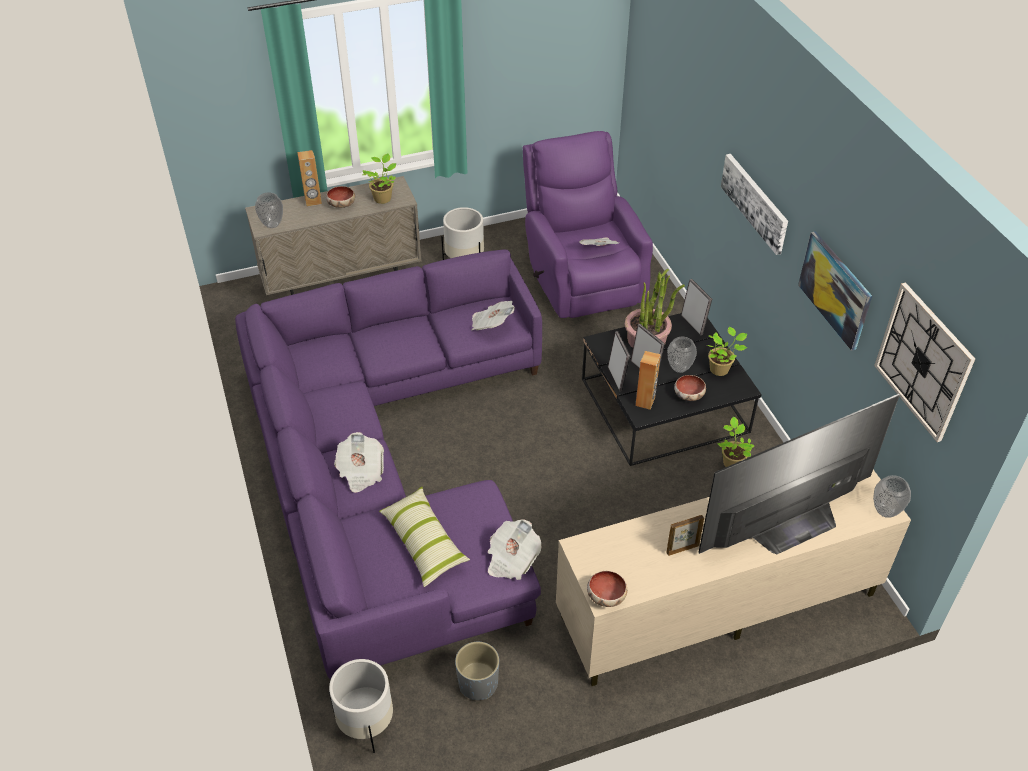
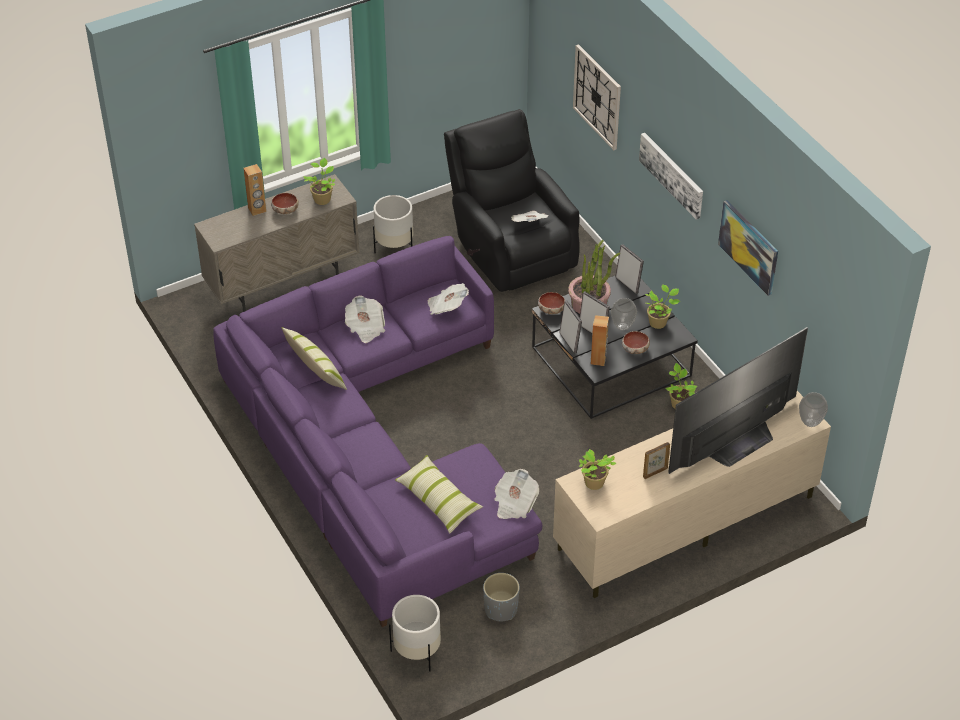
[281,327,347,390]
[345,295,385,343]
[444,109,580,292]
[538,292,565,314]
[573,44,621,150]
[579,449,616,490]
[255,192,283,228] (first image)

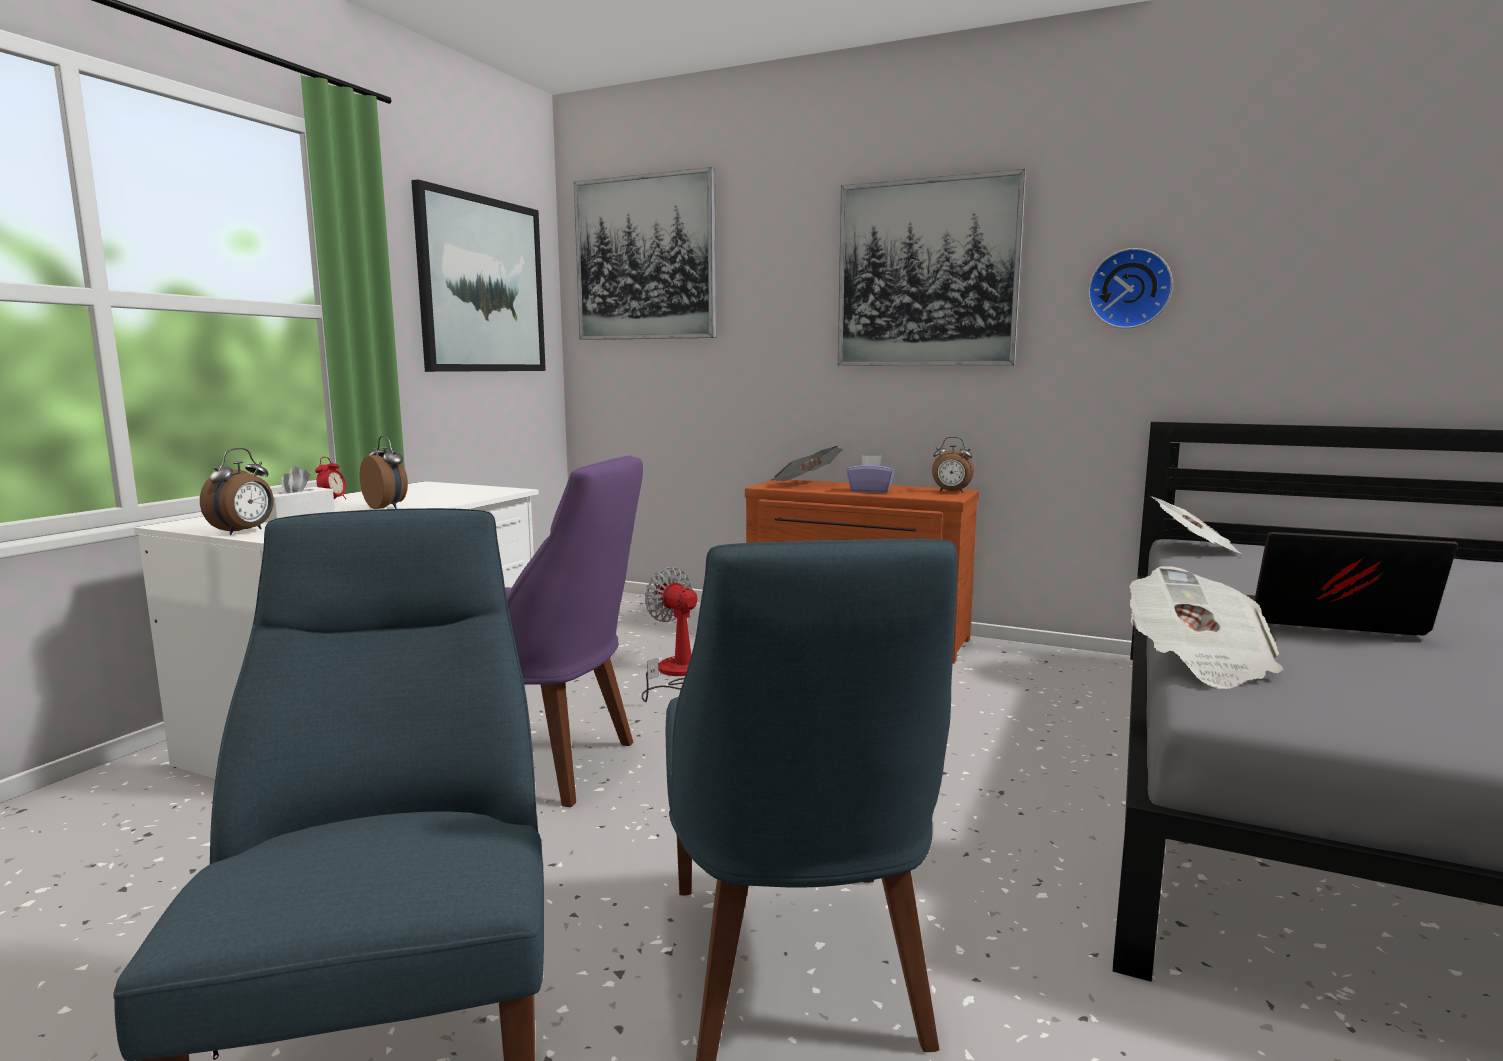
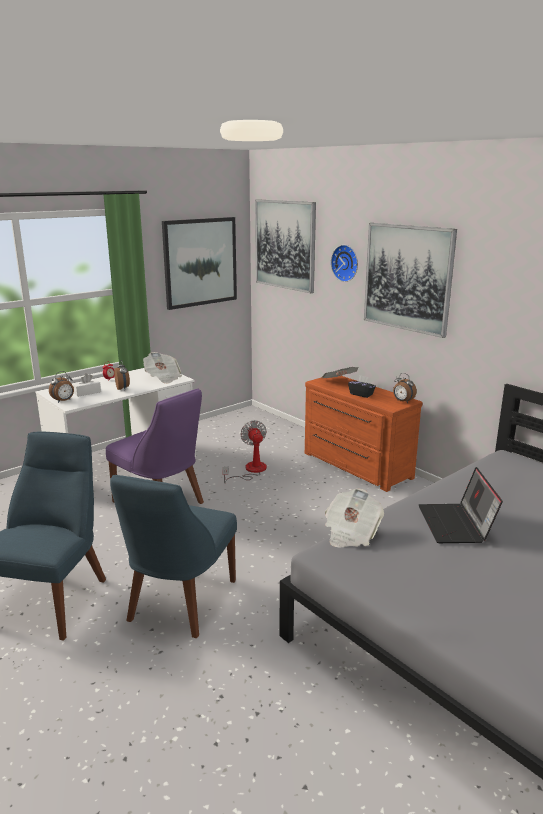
[143,352,182,384]
[331,245,358,282]
[348,375,376,398]
[419,467,503,543]

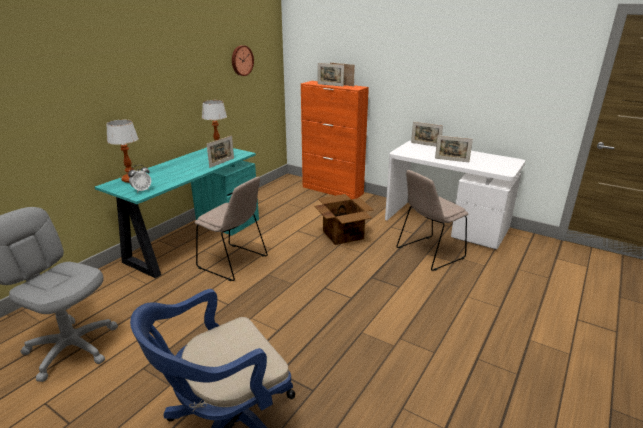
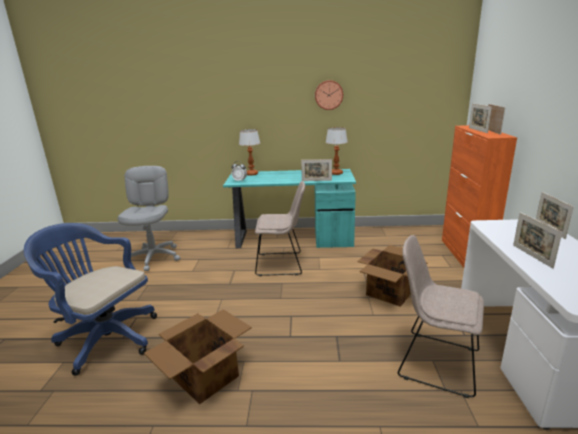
[144,309,252,405]
[255,181,305,276]
[315,80,343,110]

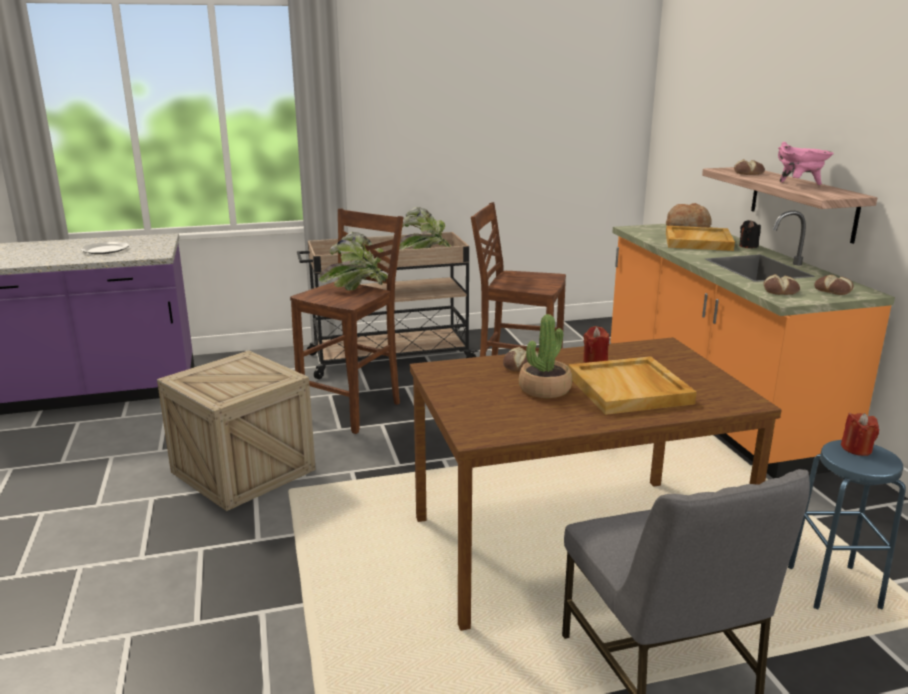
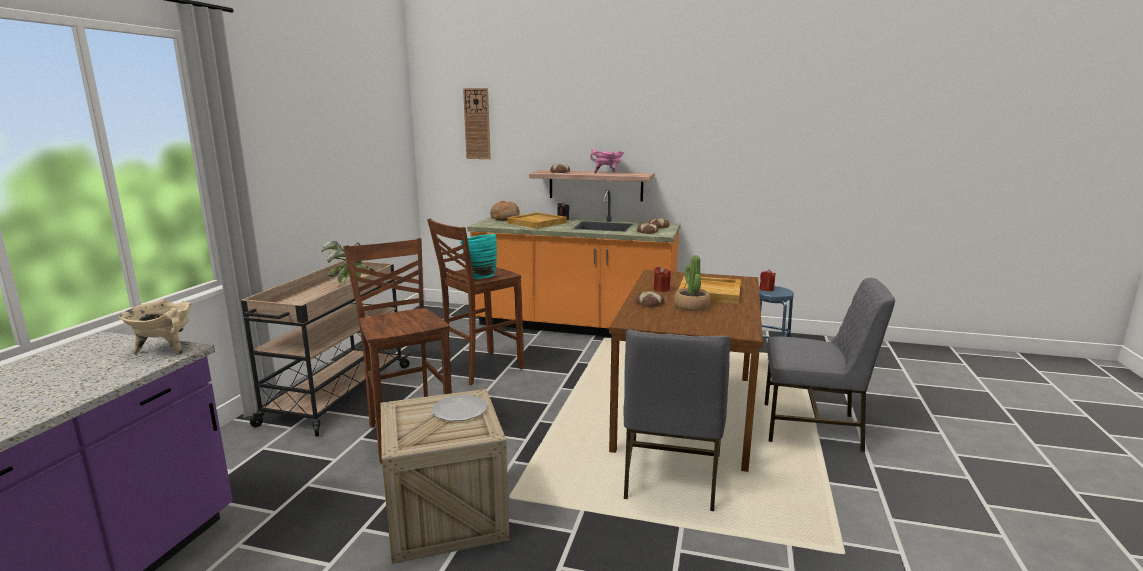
[119,299,192,355]
[431,395,488,421]
[460,234,497,279]
[463,88,491,159]
[623,330,730,511]
[318,232,388,291] (first image)

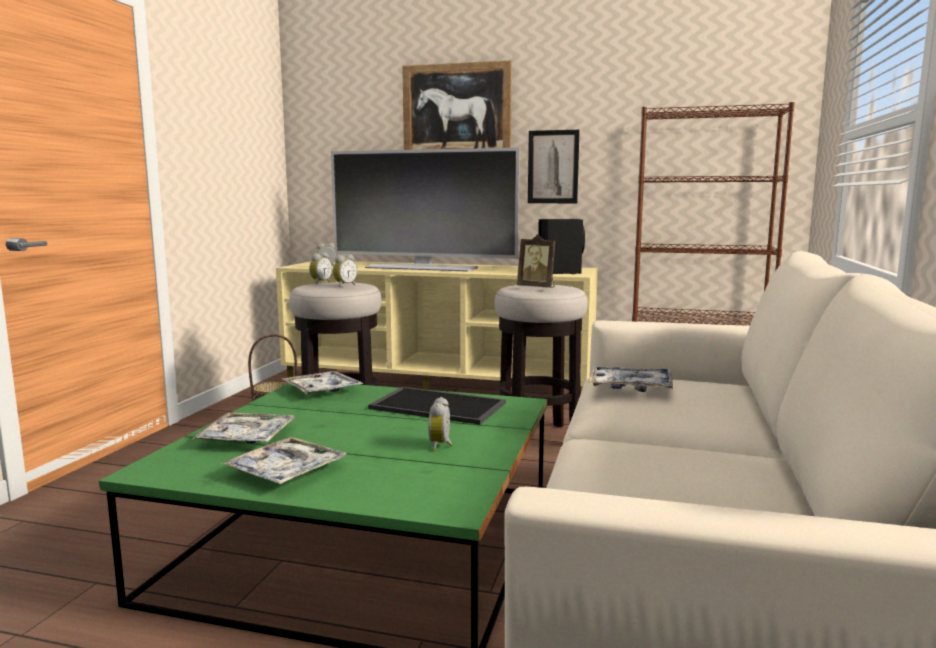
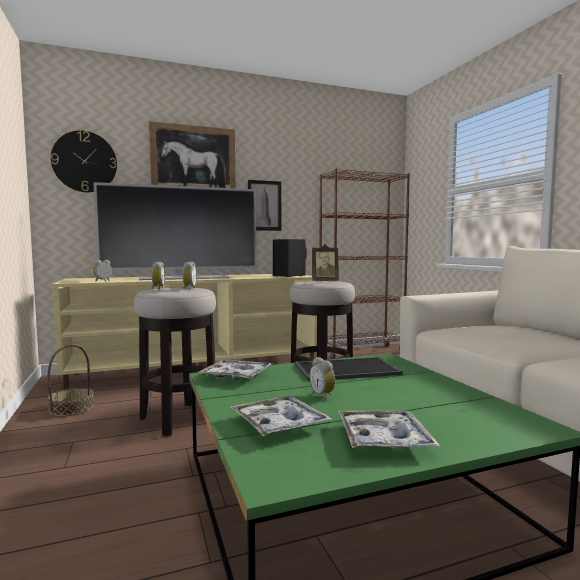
[51,130,117,192]
[309,357,335,400]
[588,366,673,392] (first image)

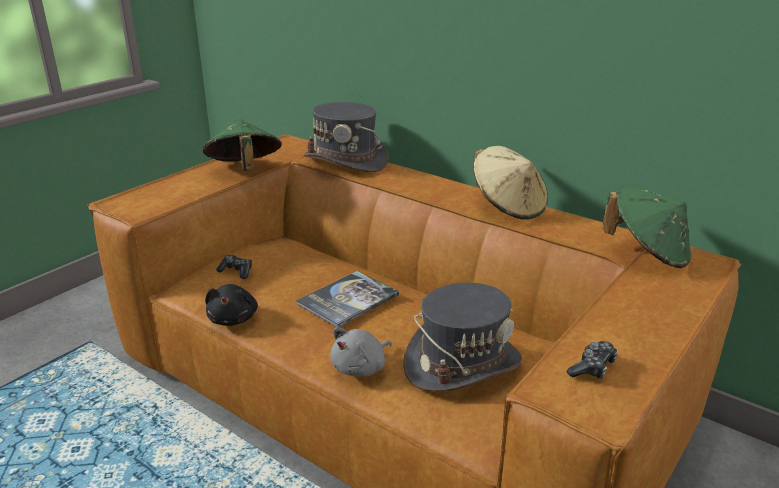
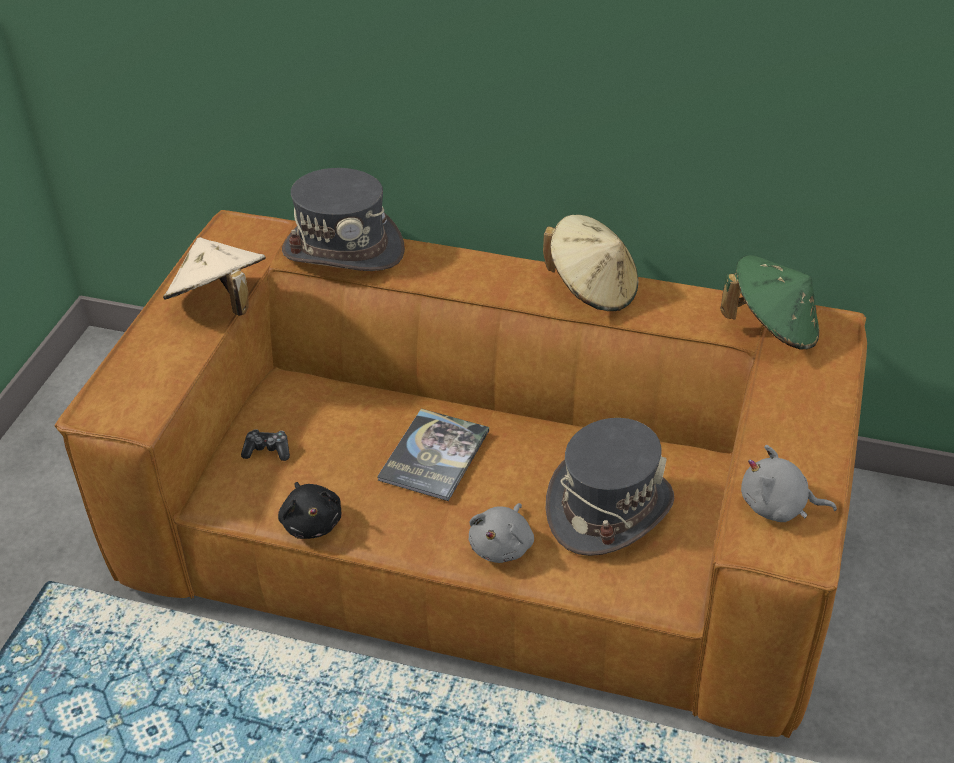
[163,237,266,316]
[741,445,837,522]

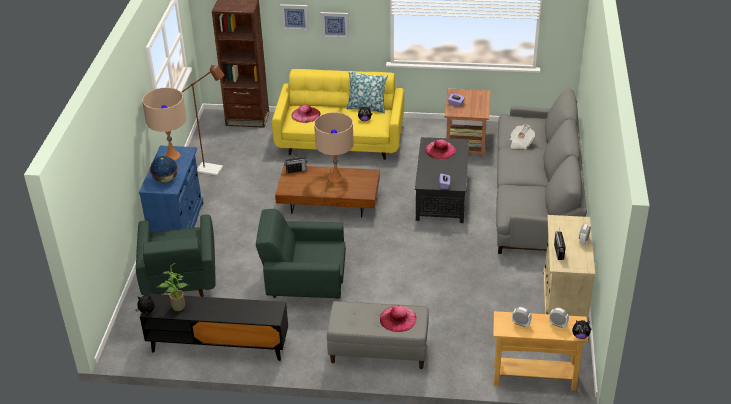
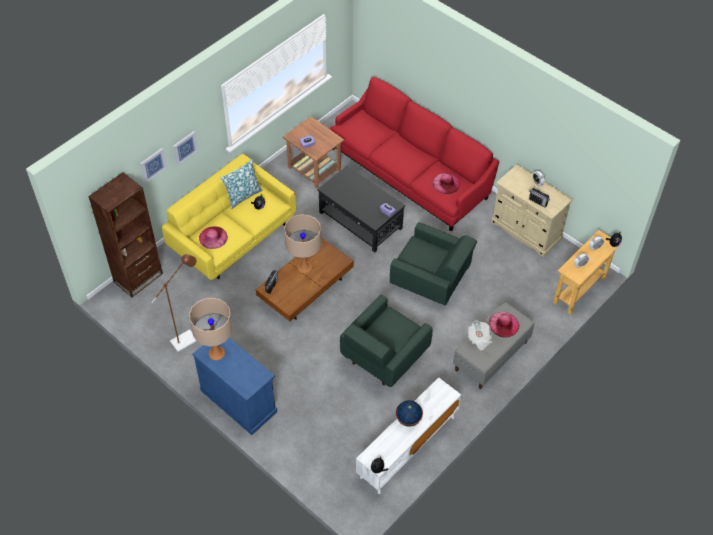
[330,77,499,231]
[356,377,461,494]
[390,222,477,305]
[396,400,423,427]
[432,173,460,194]
[468,320,492,351]
[157,263,189,311] (first image)

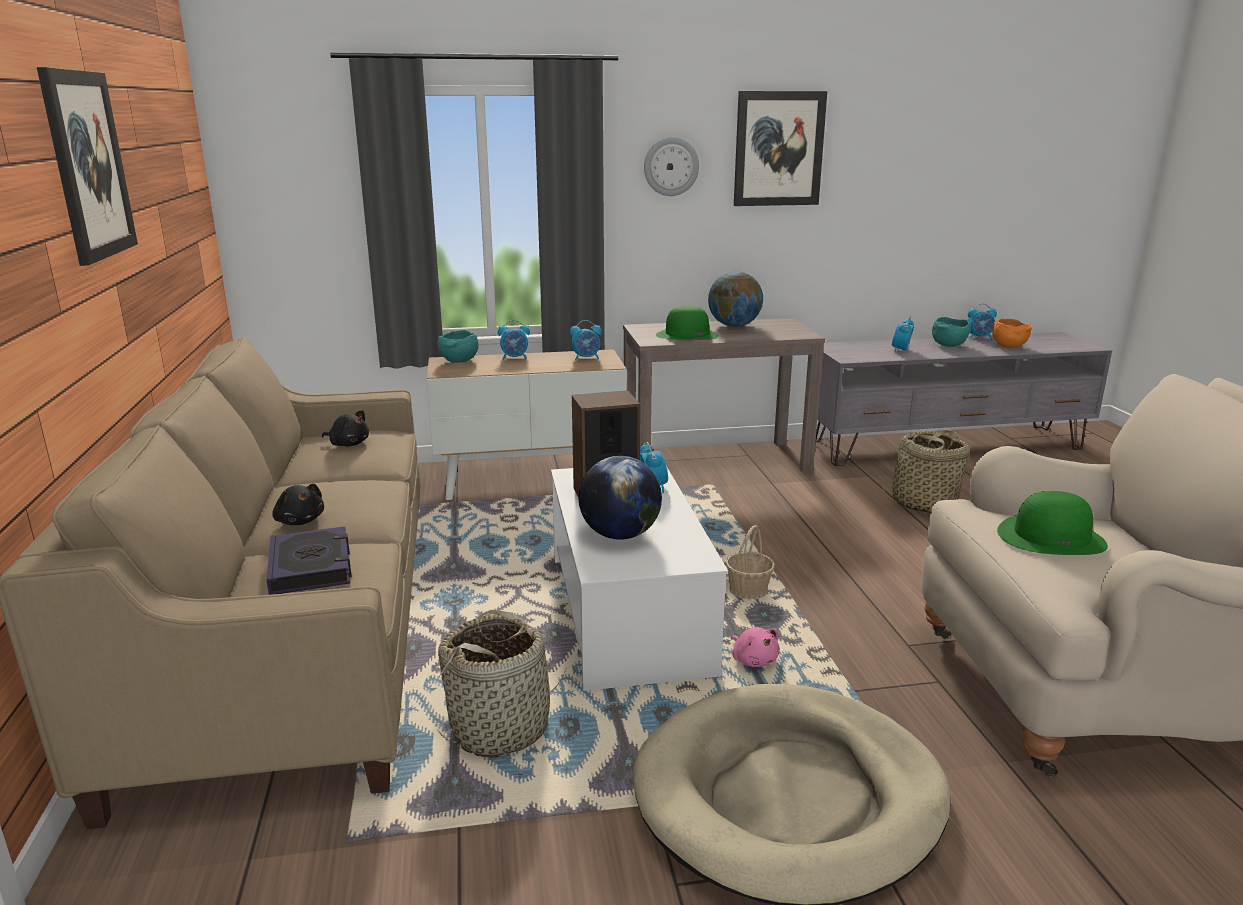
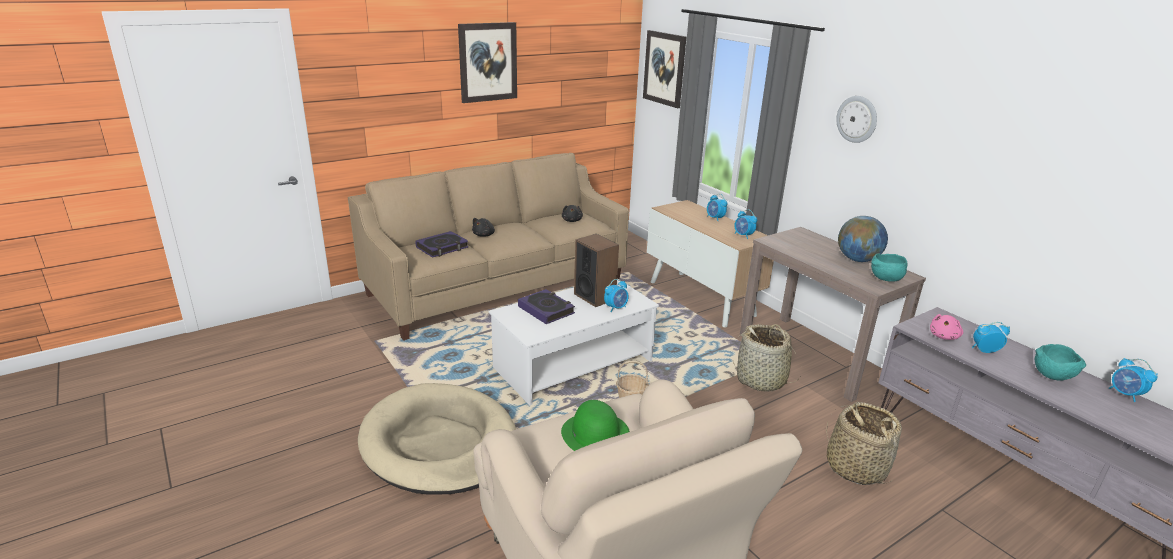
[518,289,575,324]
[643,30,686,108]
[733,324,800,392]
[871,253,908,282]
[930,314,963,340]
[656,306,719,340] (first image)
[992,319,1032,348] (first image)

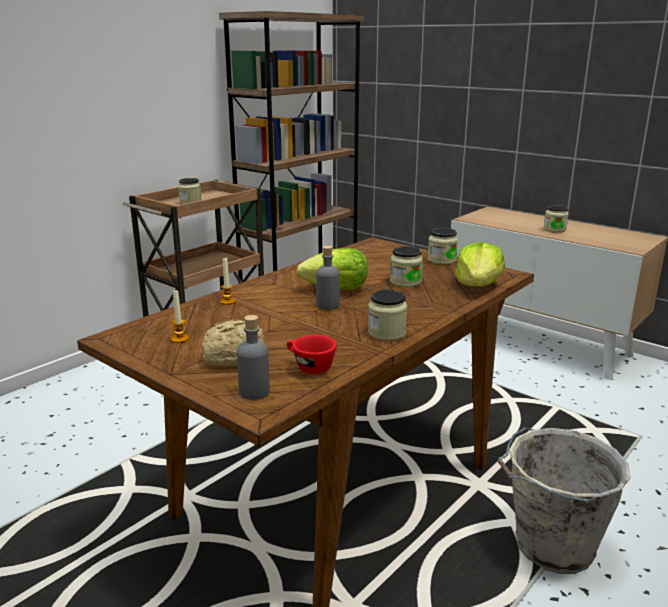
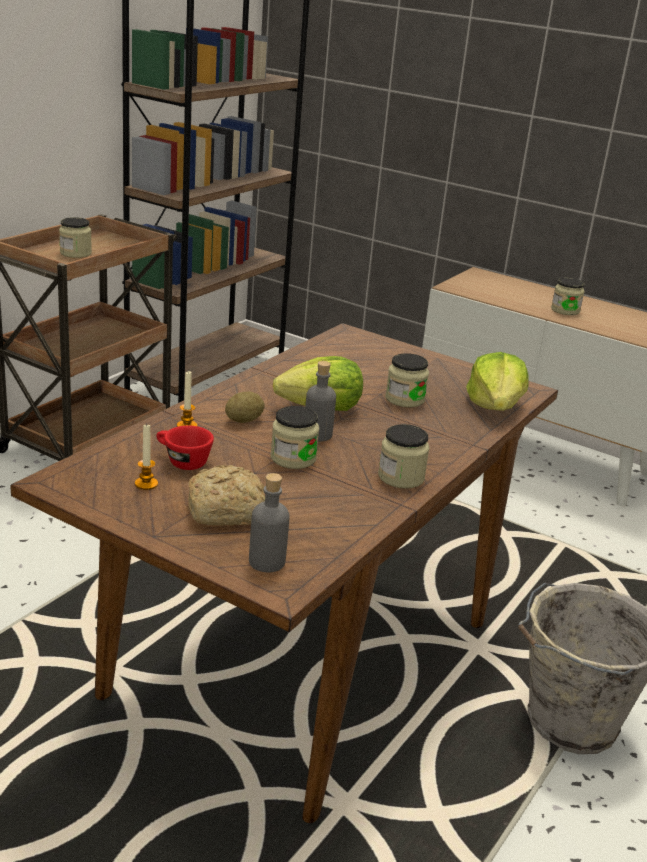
[156,426,214,470]
[225,391,265,423]
[271,406,319,469]

